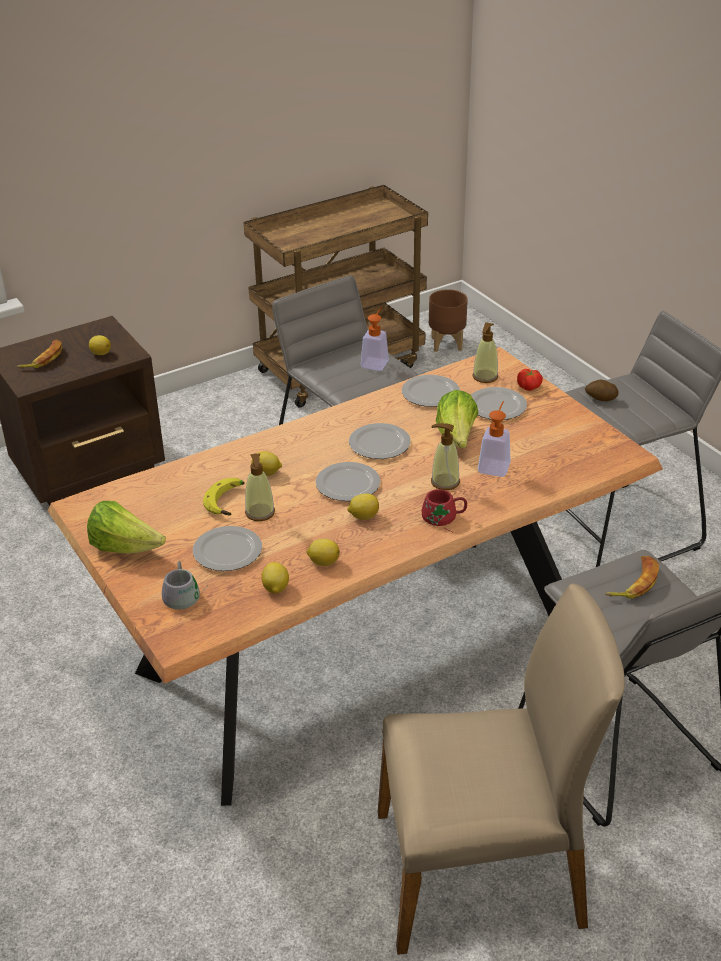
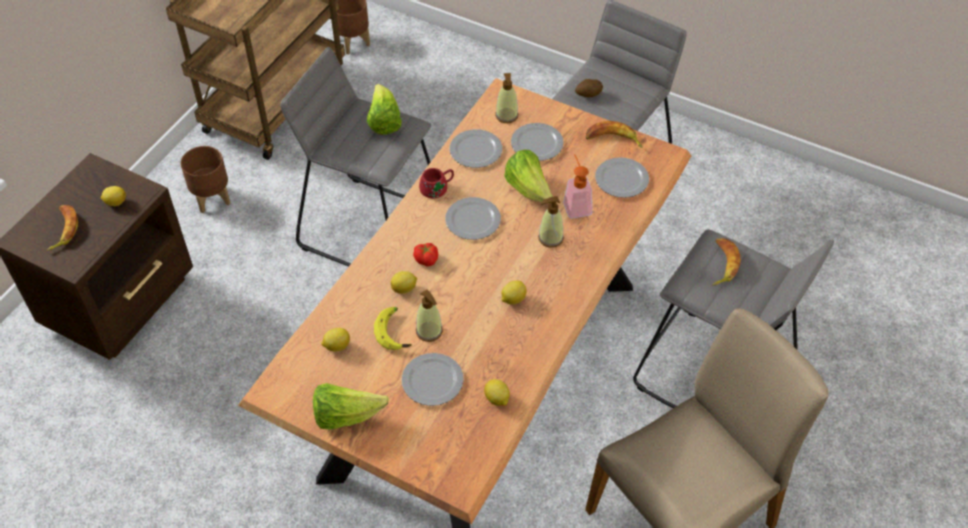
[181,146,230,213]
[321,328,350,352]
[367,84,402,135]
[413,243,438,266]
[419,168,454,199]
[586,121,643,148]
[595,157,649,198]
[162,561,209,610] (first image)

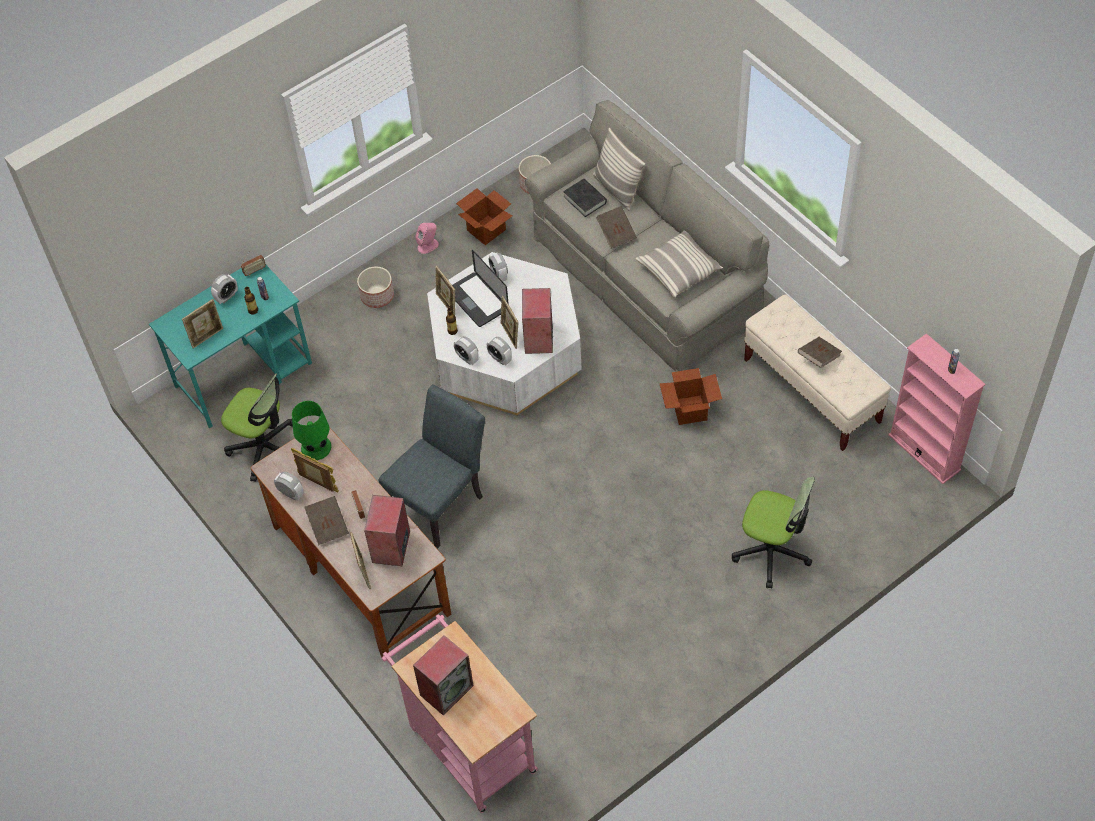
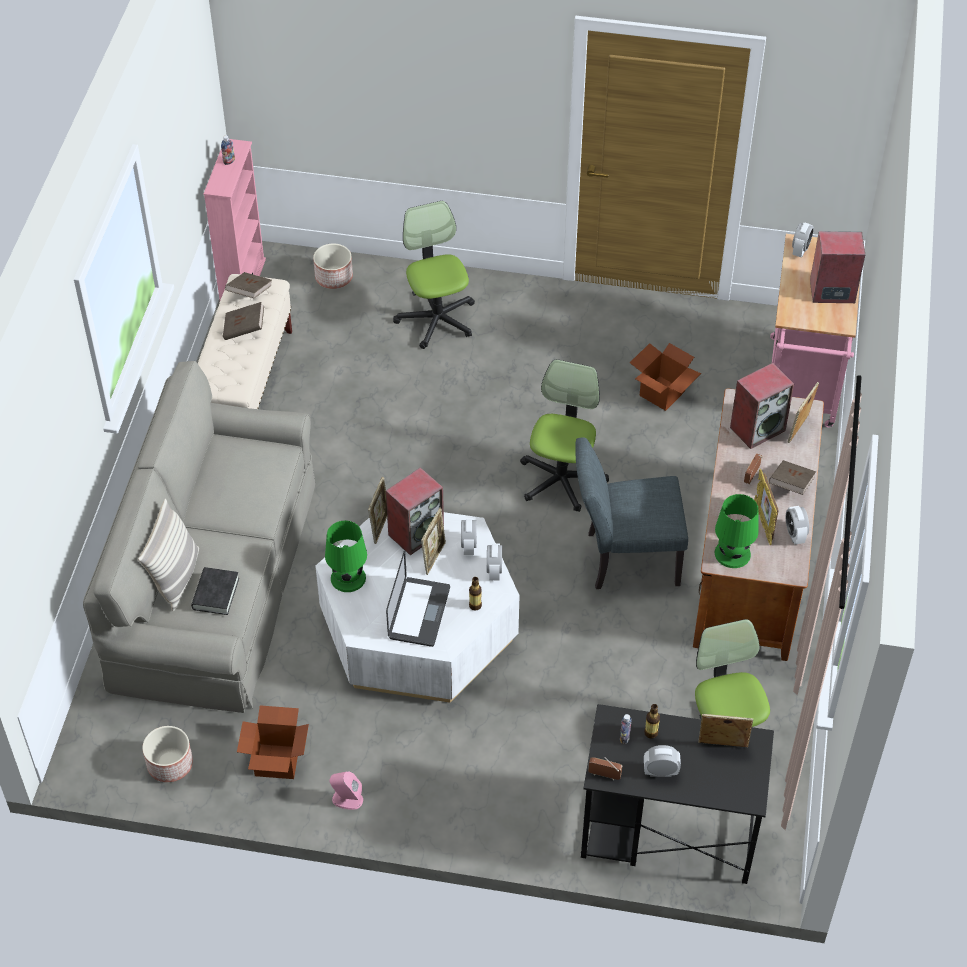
[225,272,272,298]
[313,243,353,289]
[325,521,367,592]
[368,477,387,544]
[520,359,609,512]
[581,704,774,884]
[630,343,701,411]
[792,222,814,257]
[636,230,723,298] (first image)

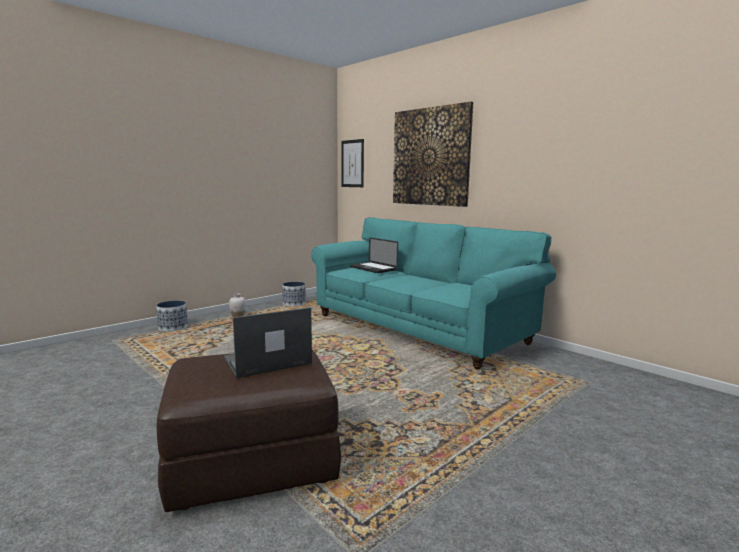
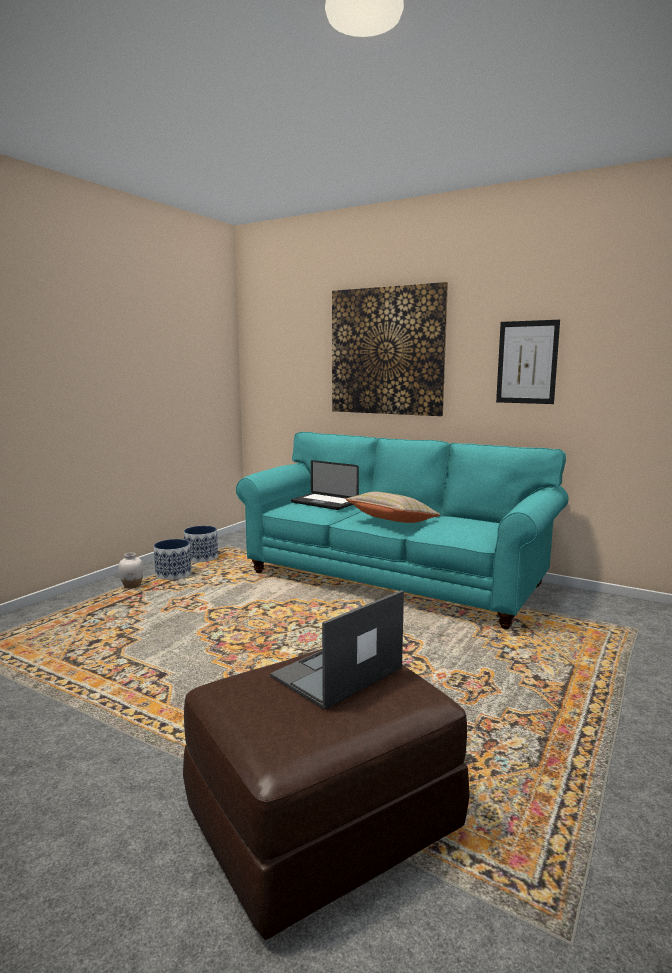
[154,539,192,580]
[346,492,441,523]
[496,320,560,404]

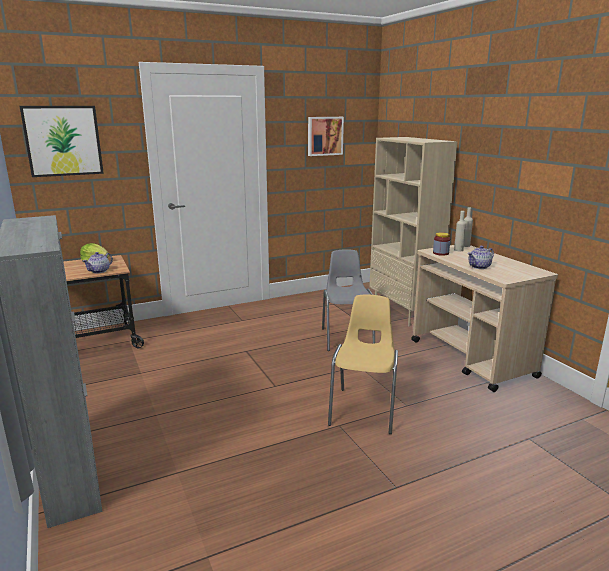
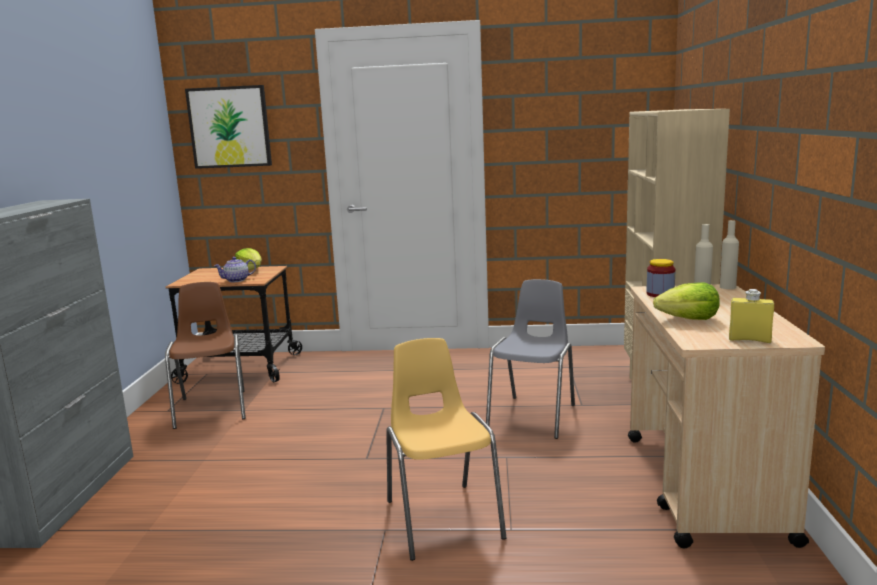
[165,282,246,429]
[386,338,506,561]
[653,282,720,320]
[729,289,774,343]
[308,117,344,156] (first image)

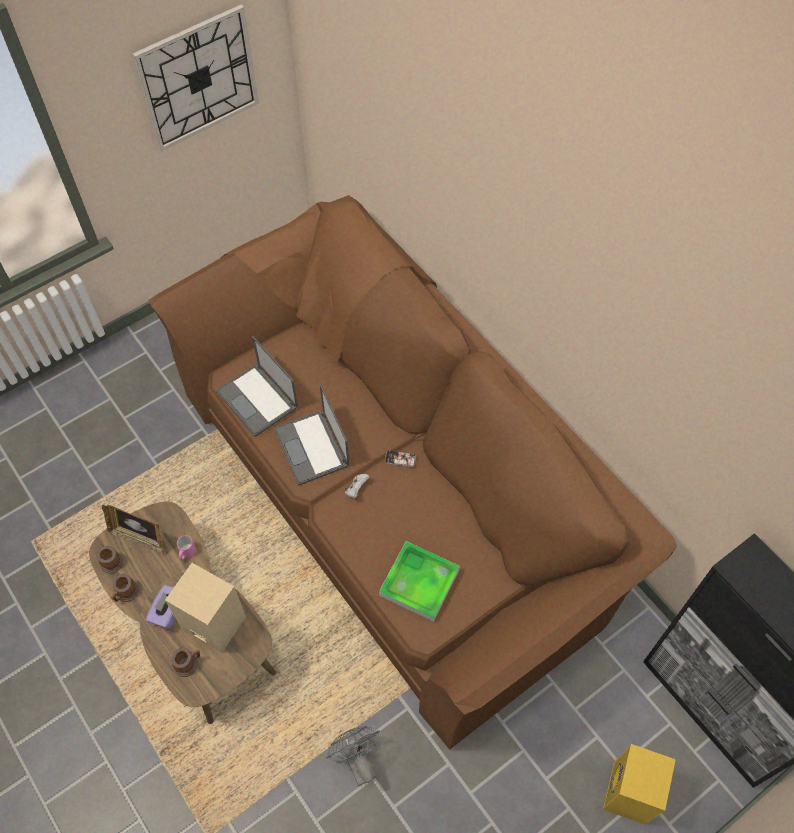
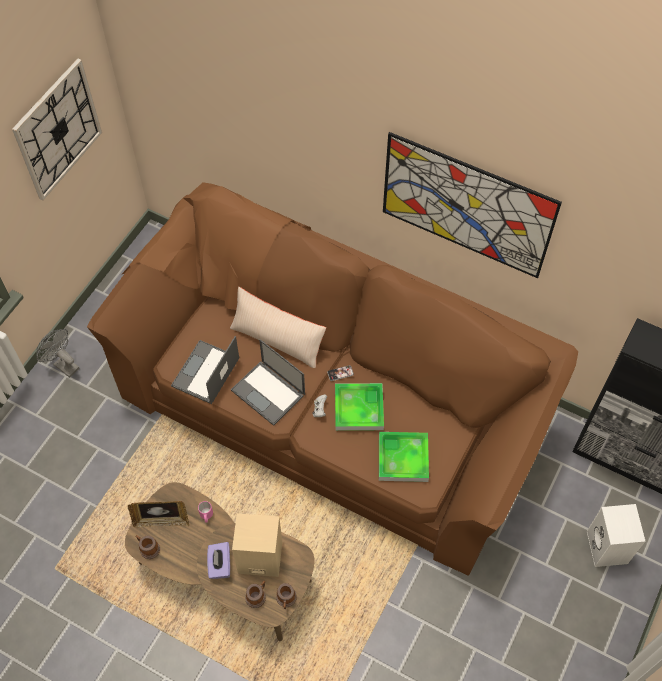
[37,329,79,378]
[171,336,239,404]
[230,287,326,368]
[276,583,297,609]
[335,383,384,431]
[383,132,562,278]
[587,504,646,567]

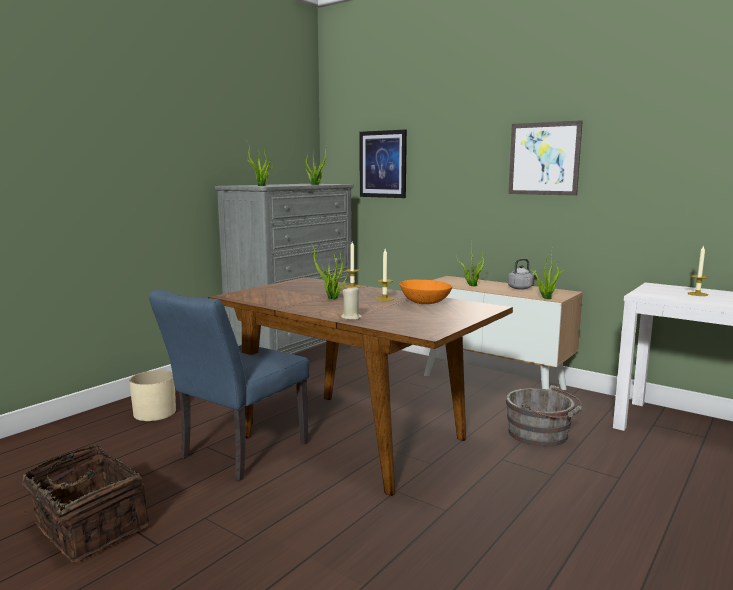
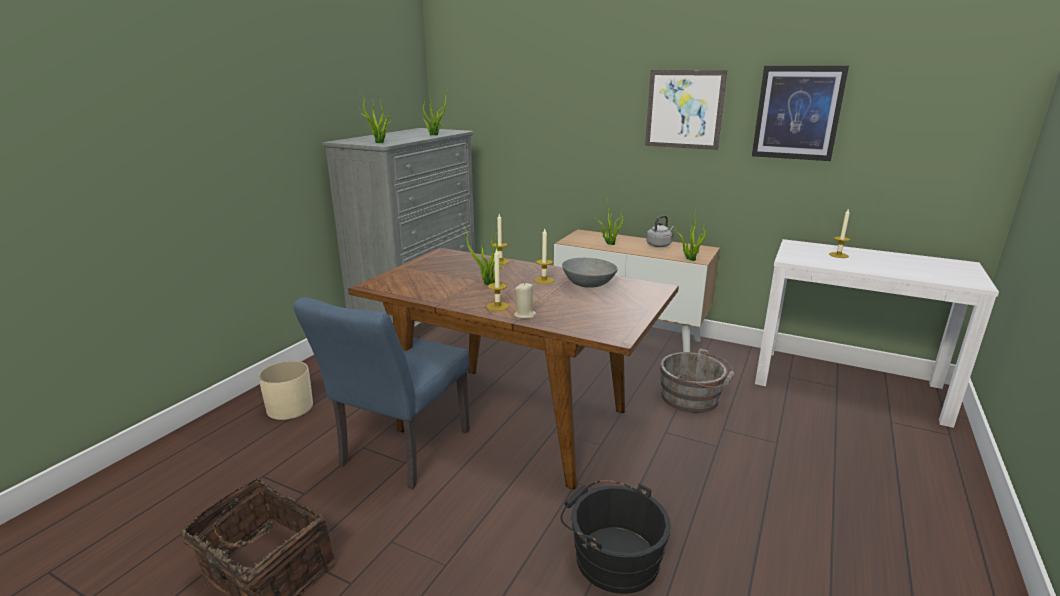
[487,248,509,311]
[561,480,671,594]
[562,258,618,288]
[752,66,849,161]

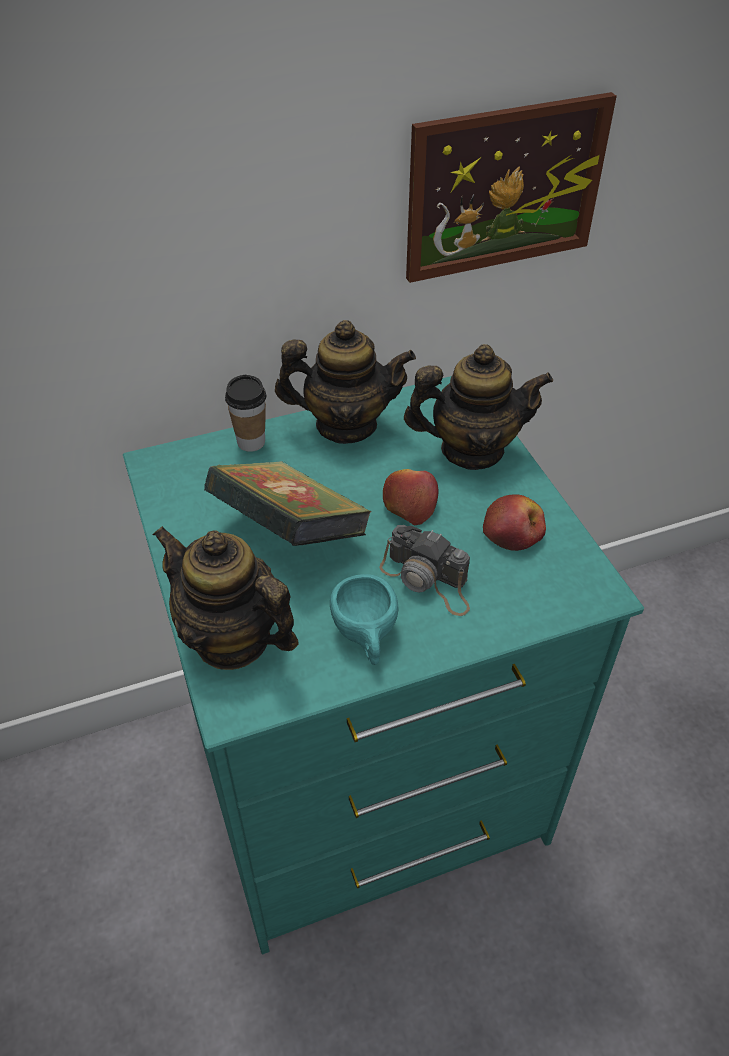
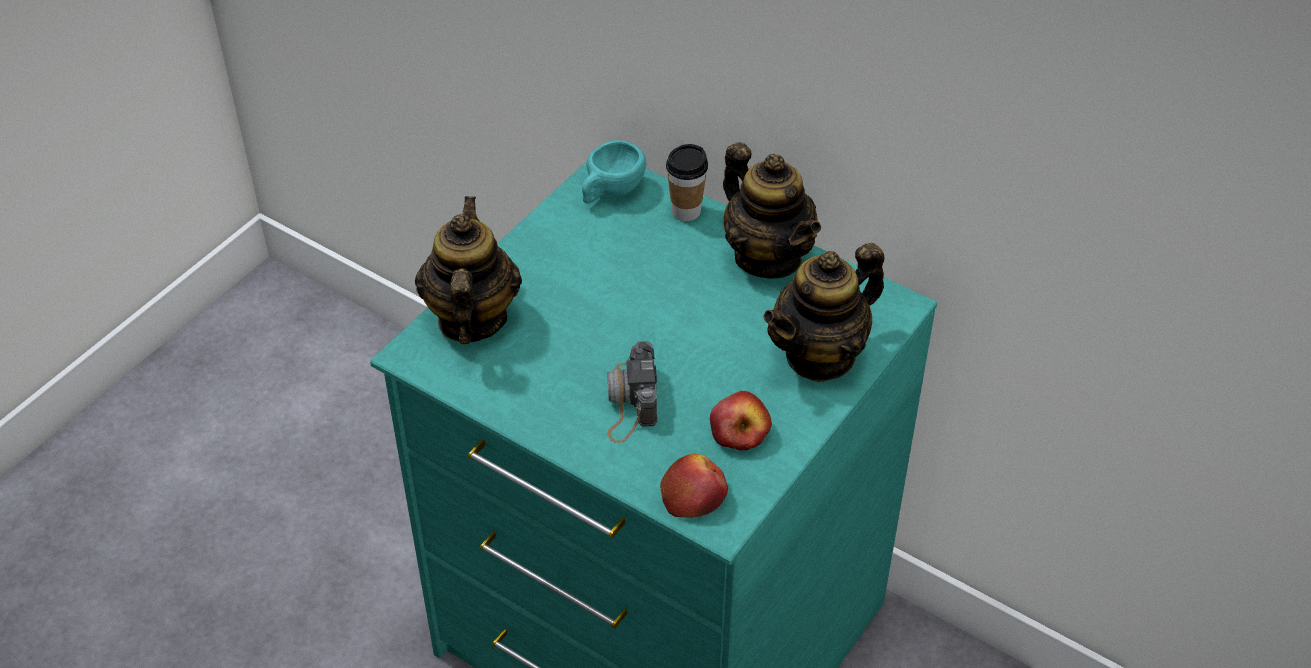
[582,140,646,203]
[660,454,728,518]
[763,243,884,382]
[204,461,372,546] (first image)
[406,92,617,283] (first image)

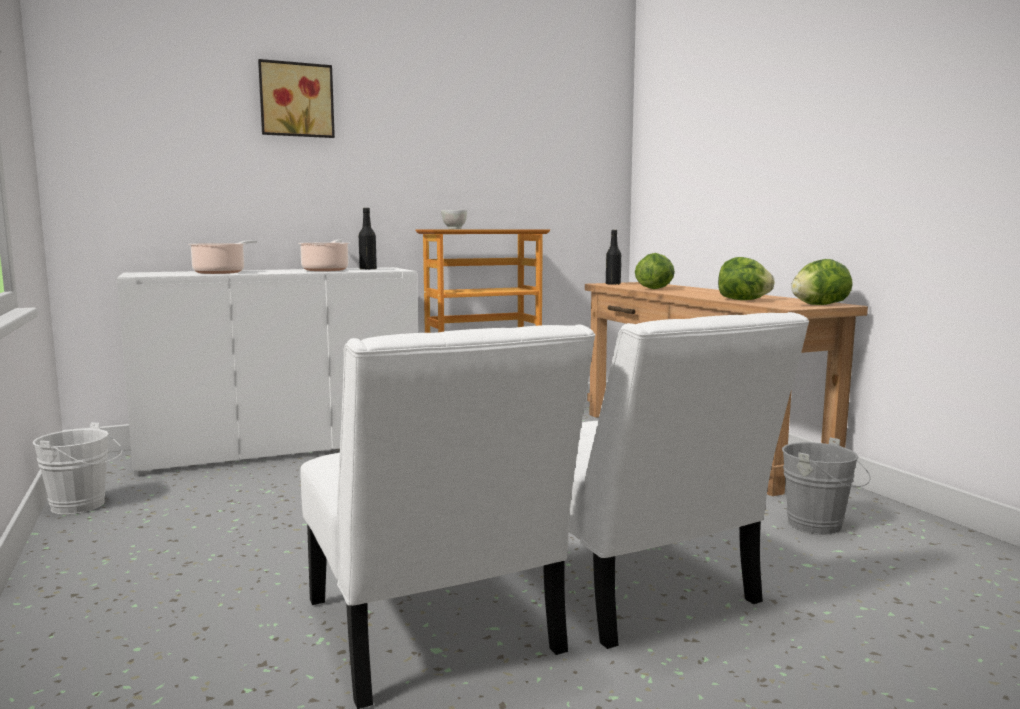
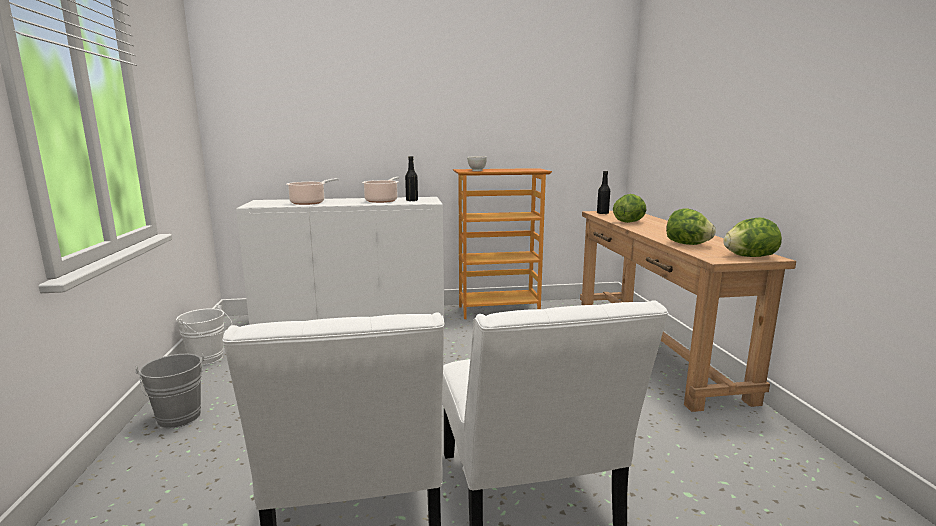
[136,353,204,428]
[258,59,335,138] (first image)

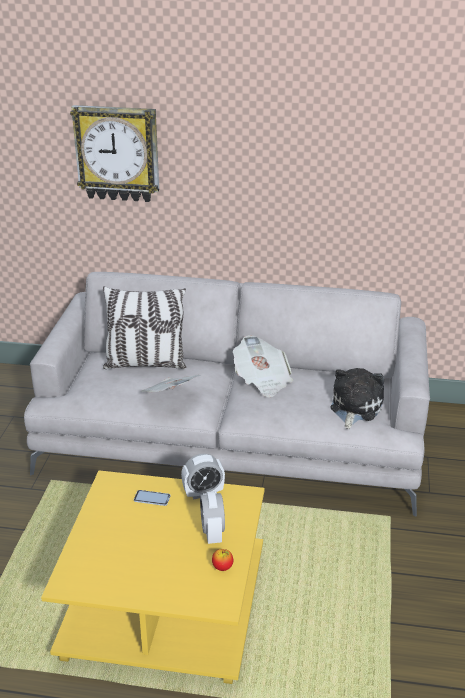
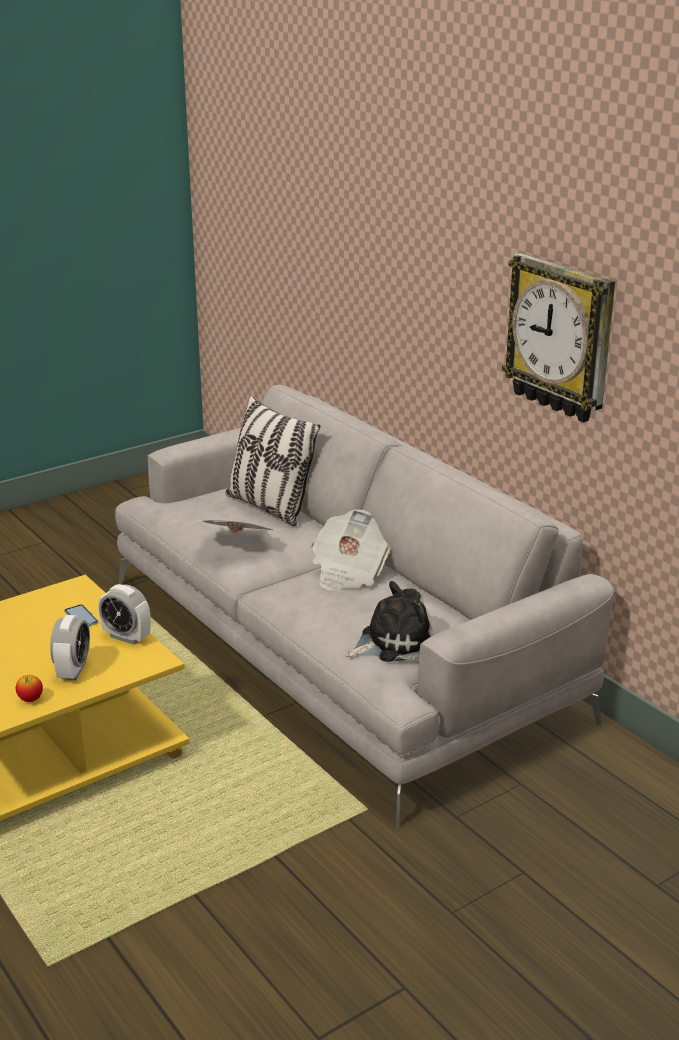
[50,615,90,680]
[502,253,615,422]

